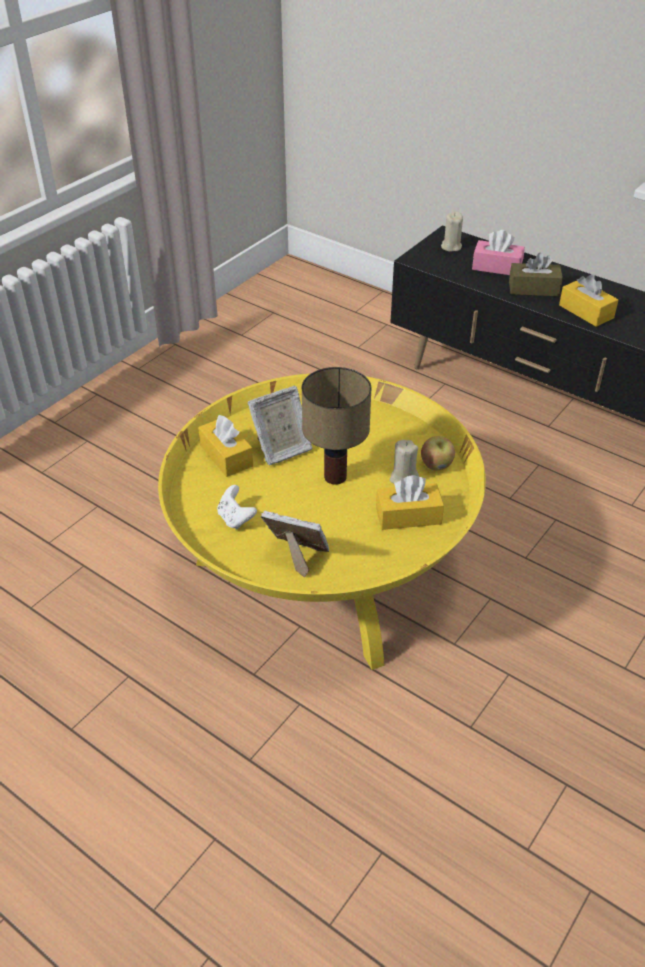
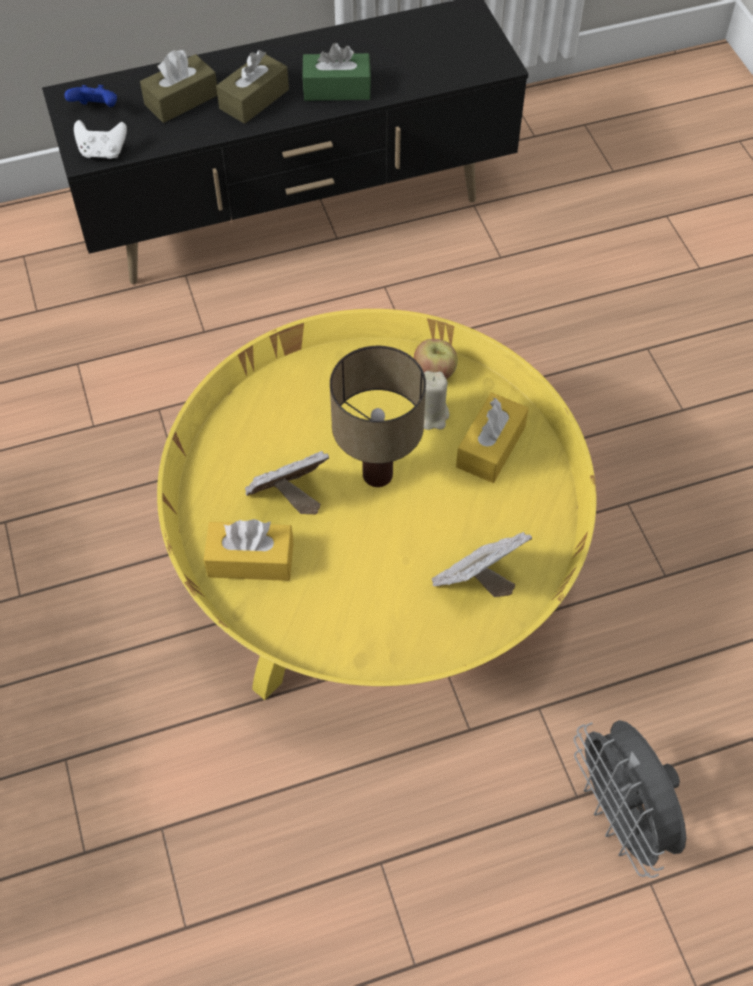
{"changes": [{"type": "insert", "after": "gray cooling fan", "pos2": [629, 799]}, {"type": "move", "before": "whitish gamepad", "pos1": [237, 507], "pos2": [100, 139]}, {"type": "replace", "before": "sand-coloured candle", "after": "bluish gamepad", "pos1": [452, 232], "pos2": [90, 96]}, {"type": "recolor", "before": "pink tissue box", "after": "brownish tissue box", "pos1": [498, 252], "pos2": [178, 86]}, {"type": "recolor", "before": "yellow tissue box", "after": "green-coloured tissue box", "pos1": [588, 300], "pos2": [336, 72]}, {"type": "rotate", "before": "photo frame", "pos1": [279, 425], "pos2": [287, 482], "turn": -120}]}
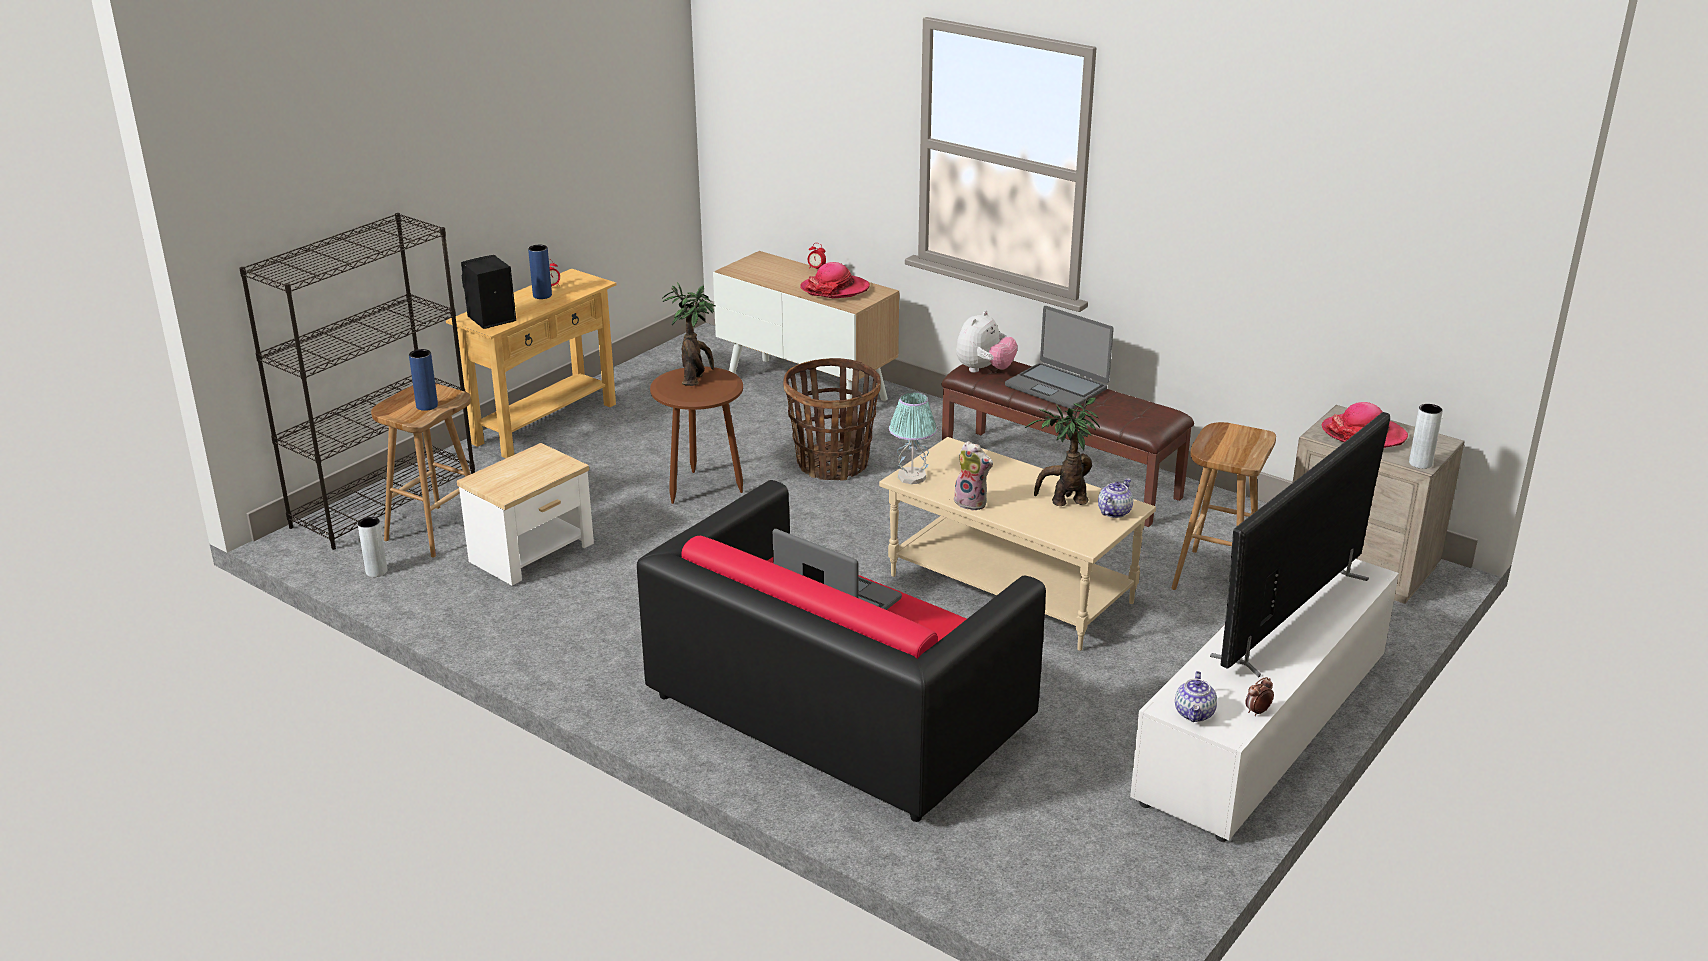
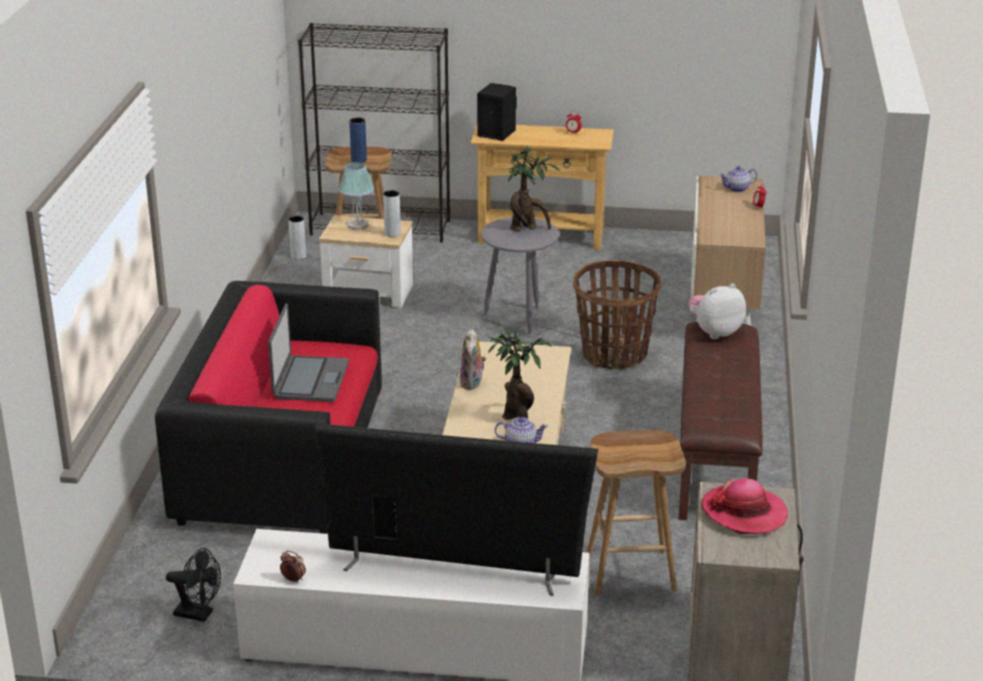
{"changes": [{"type": "delete", "before": "bluish flower vase", "pos1": [540, 272]}, {"type": "delete", "before": "wearable hat", "pos1": [835, 280]}, {"type": "delete", "before": "laptop", "pos1": [1059, 357]}, {"type": "insert", "after": "black-coloured cooling fan", "pos2": [193, 585]}, {"type": "move", "before": "tabletop lamp", "pos1": [913, 438], "pos2": [356, 196]}, {"type": "move", "before": "tea pot", "pos1": [1196, 696], "pos2": [738, 179]}, {"type": "move", "before": "gray flower vase", "pos1": [1426, 436], "pos2": [392, 213]}, {"type": "recolor", "before": "brownish end table", "after": "gray end table", "pos1": [696, 435], "pos2": [520, 276]}, {"type": "rotate", "before": "cuddly toy", "pos1": [987, 341], "pos2": [717, 311], "turn": 150}]}
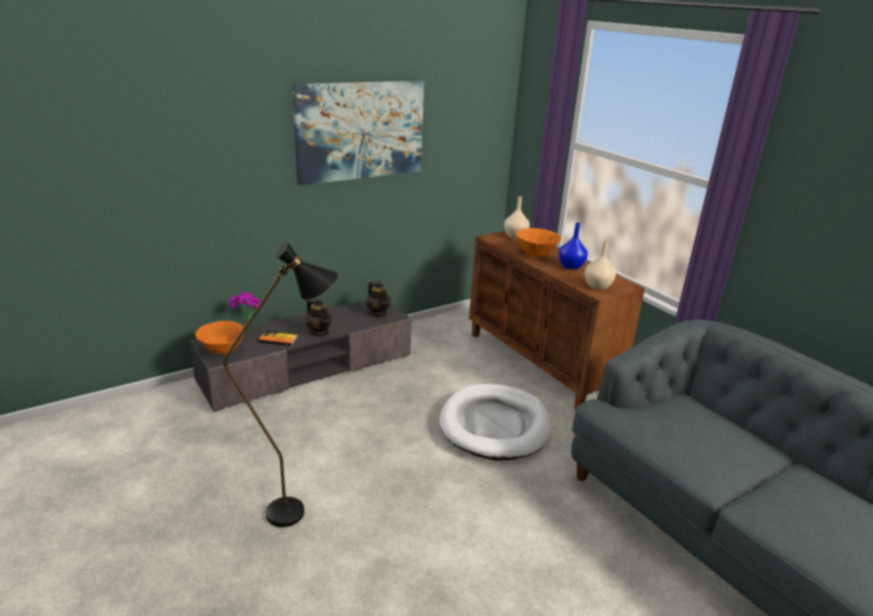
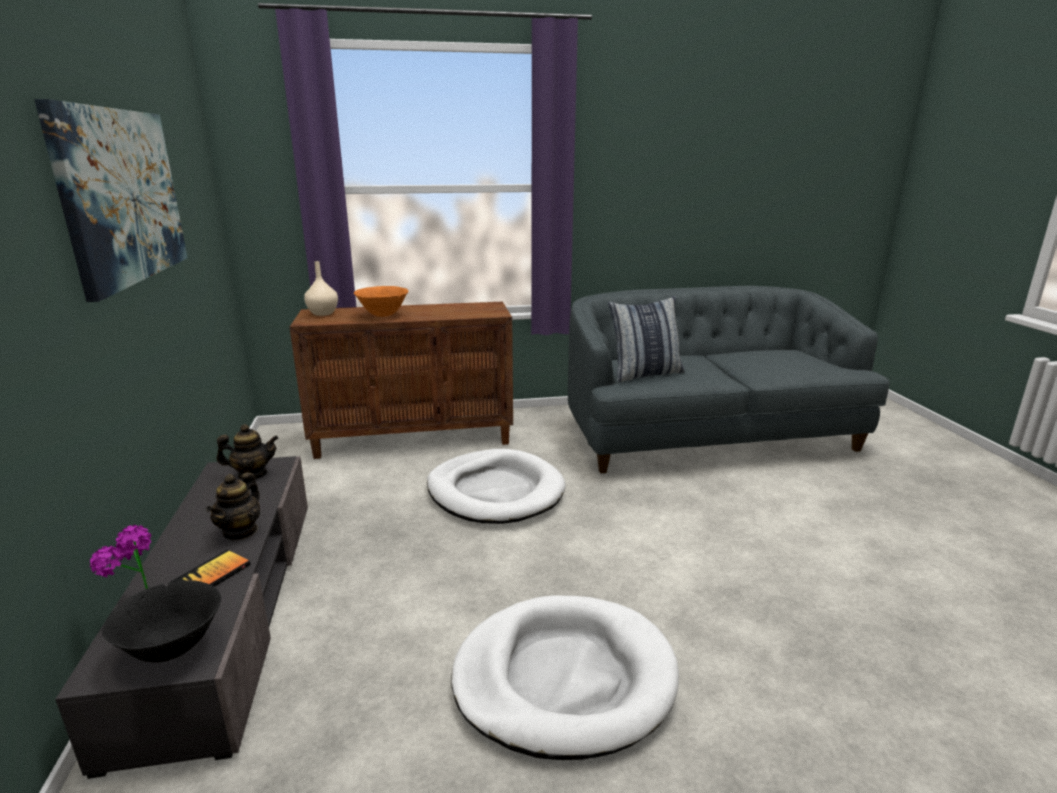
{"changes": [{"type": "delete", "before": "bluish flower vase", "pos1": [573, 246]}, {"type": "delete", "before": "sand-coloured flower vase", "pos1": [600, 265]}, {"type": "insert", "after": "throw pillow", "pos2": [646, 339]}, {"type": "replace", "before": "black-coloured standard lamp", "after": "whitish dog cushion", "pos1": [281, 384], "pos2": [565, 677]}, {"type": "recolor", "before": "orange-coloured bowl", "after": "black-coloured bowl", "pos1": [220, 338], "pos2": [161, 621]}, {"type": "rotate", "before": "tea pot", "pos1": [319, 317], "pos2": [233, 506], "turn": 120}]}
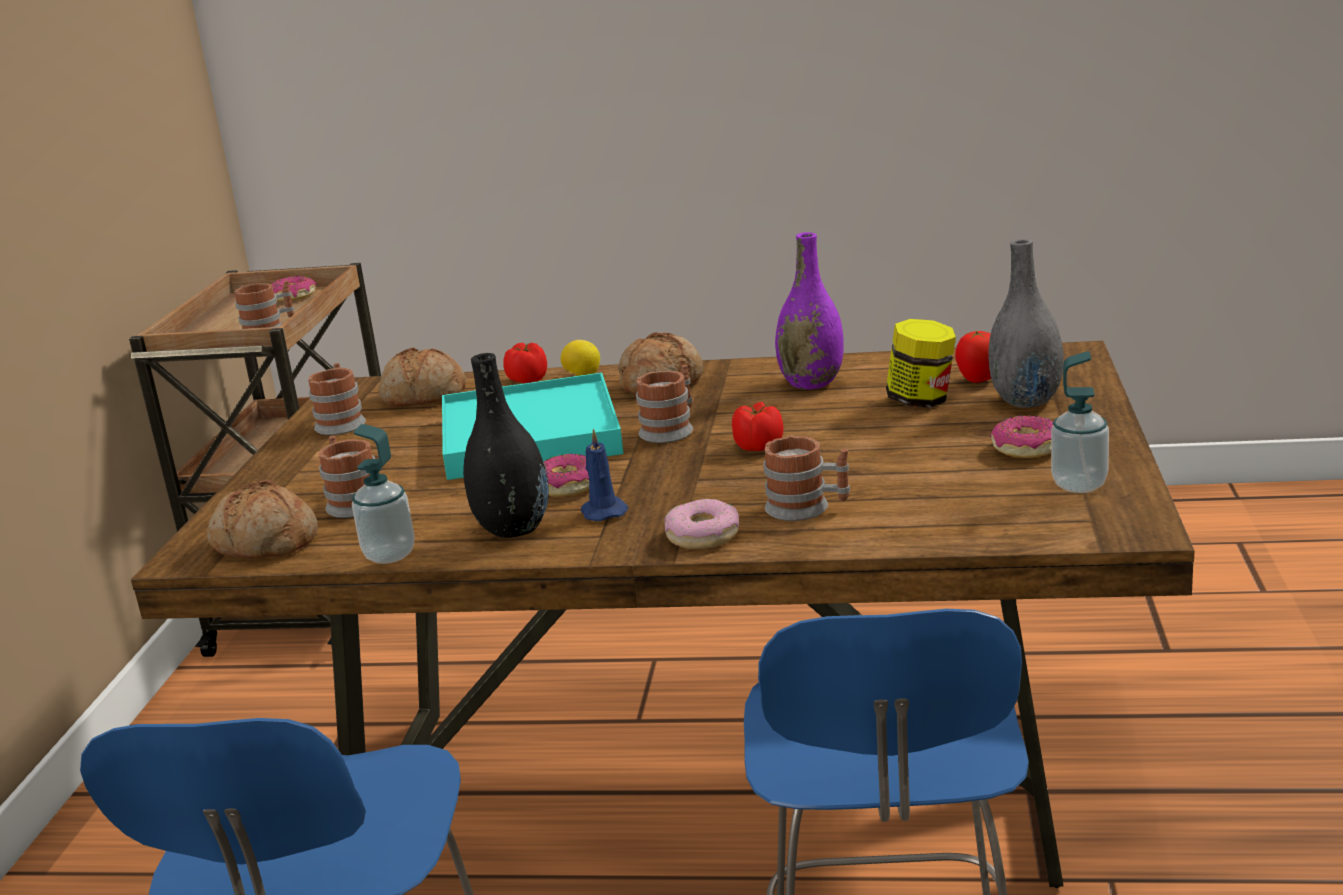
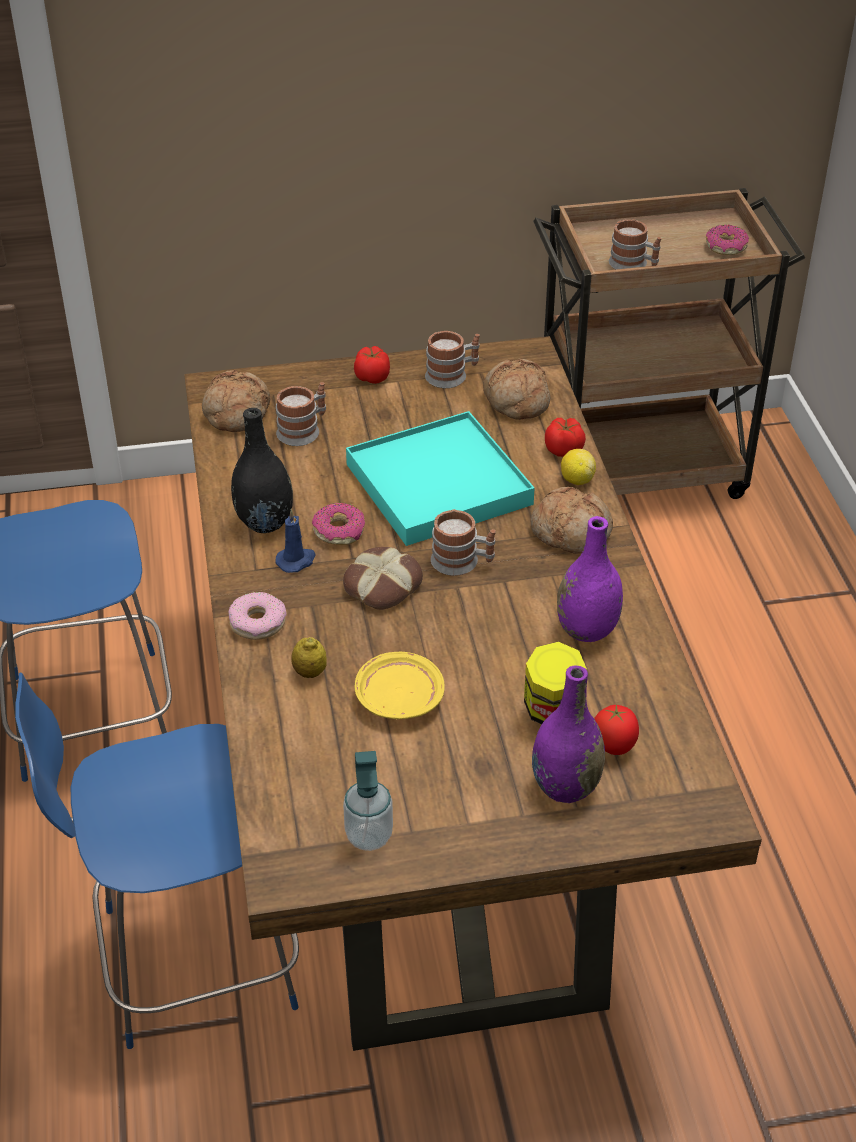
{"changes": [{"type": "delete", "before": "liquid soap bottle", "pos1": [383, 494]}, {"type": "delete", "before": "doughnut", "pos1": [1021, 437]}, {"type": "insert", "after": "baked bread", "pos2": [383, 578]}, {"type": "insert", "after": "yellow plate", "pos2": [400, 685]}, {"type": "move", "before": "tomato", "pos1": [758, 426], "pos2": [372, 365]}, {"type": "replace", "before": "coffee mug", "after": "citrus fruit", "pos1": [806, 478], "pos2": [309, 657]}, {"type": "recolor", "before": "gray flower vase", "after": "purple-coloured flower vase", "pos1": [1026, 323], "pos2": [568, 734]}]}
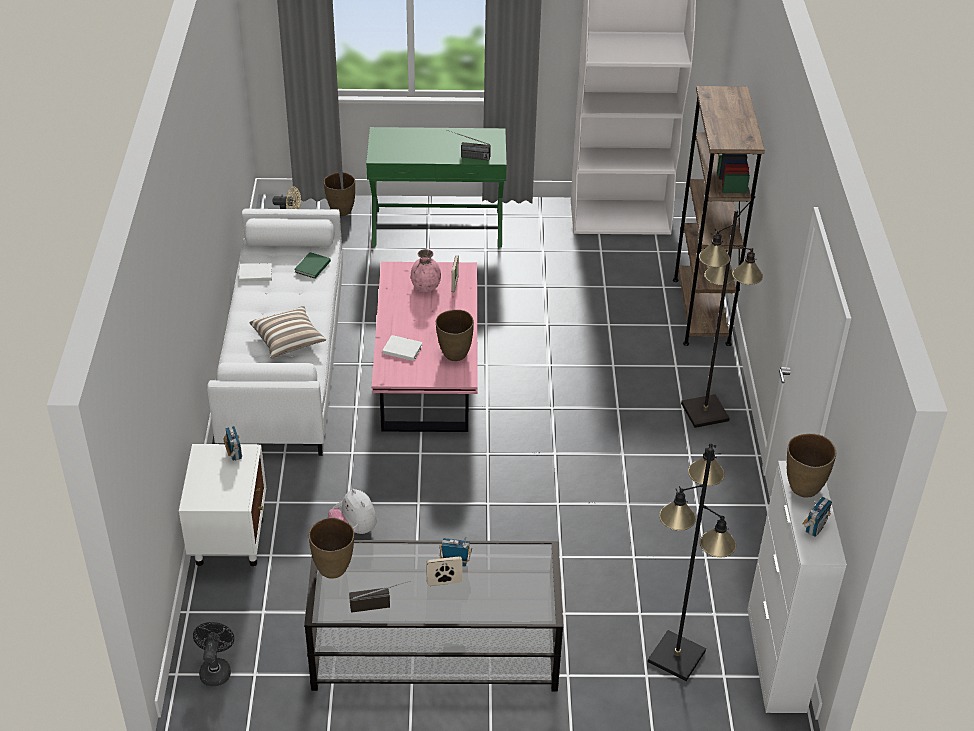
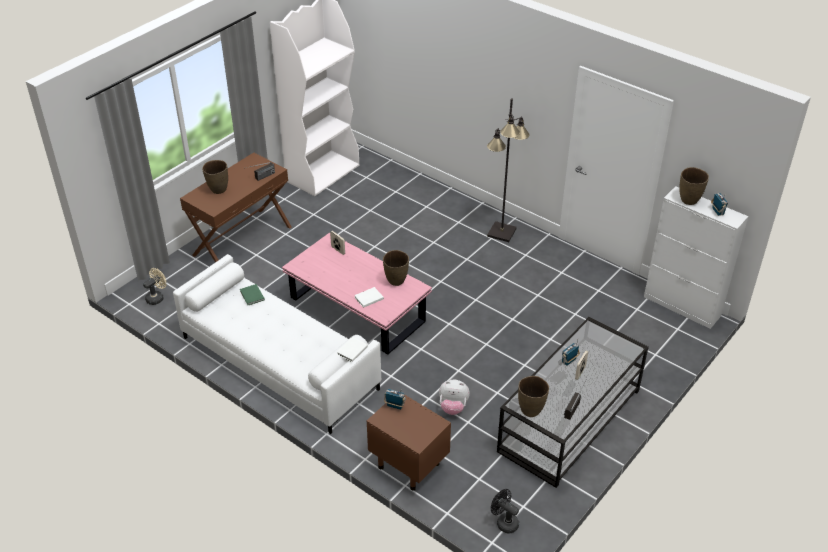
{"changes": [{"type": "delete", "before": "throw pillow", "pos1": [288, 332]}, {"type": "delete", "before": "pink flower vase", "pos1": [426, 270]}, {"type": "delete", "before": "black-coloured standard lamp", "pos1": [692, 562]}, {"type": "delete", "before": "brownish bookshelf", "pos1": [719, 216]}, {"type": "move", "before": "whitish bound book", "pos1": [255, 272], "pos2": [352, 349]}, {"type": "move", "before": "brownish flower vase", "pos1": [339, 194], "pos2": [215, 177]}, {"type": "recolor", "before": "whitish nightstand", "after": "brownish nightstand", "pos1": [222, 505], "pos2": [408, 440]}, {"type": "recolor", "before": "green-coloured hall table", "after": "brownish hall table", "pos1": [436, 187], "pos2": [236, 207]}]}
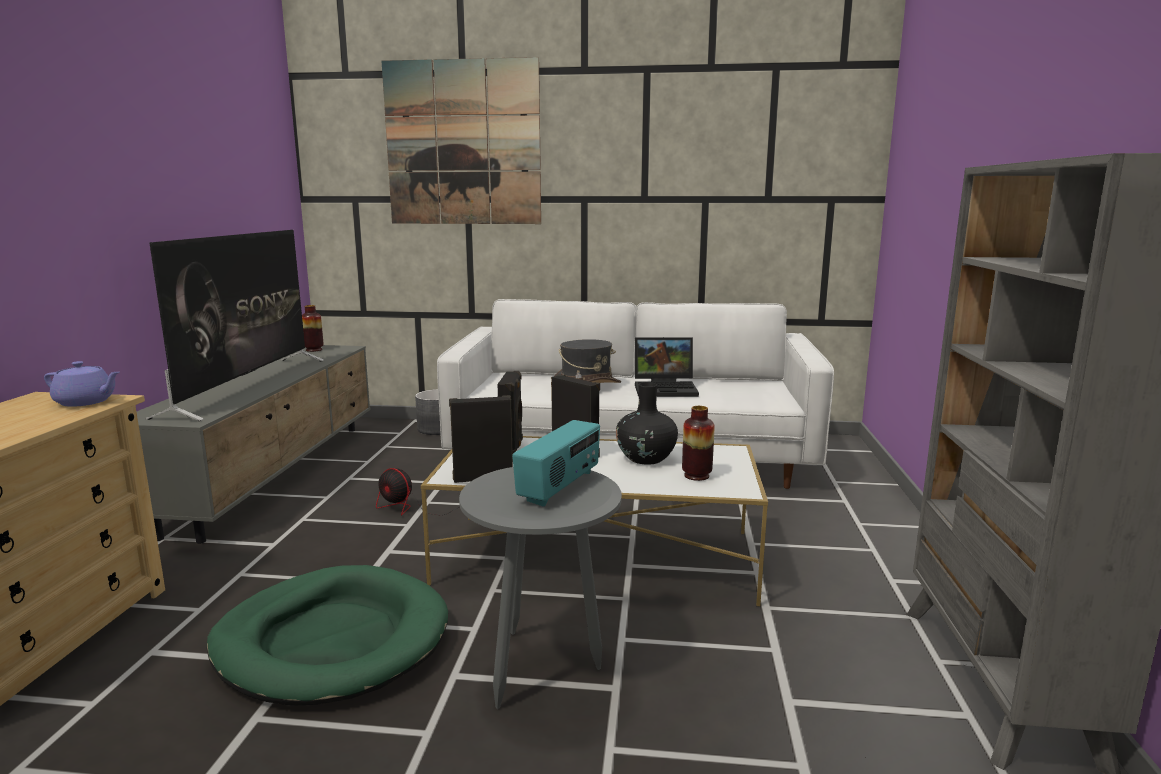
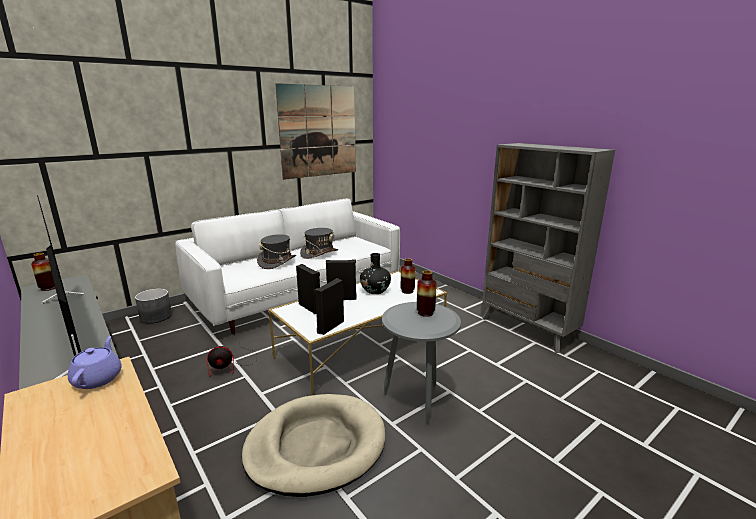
{"changes": [{"type": "move", "before": "picture", "pos1": [461, 140], "pos2": [315, 131]}, {"type": "replace", "before": "radio", "after": "flower vase", "pos1": [556, 463], "pos2": [427, 293]}, {"type": "replace", "before": "laptop", "after": "gray wearable hat", "pos1": [667, 367], "pos2": [319, 243]}, {"type": "recolor", "before": "green-coloured dog cushion", "after": "sand-coloured dog cushion", "pos1": [327, 635], "pos2": [314, 445]}, {"type": "rotate", "before": "purple-coloured tea pot", "pos1": [82, 384], "pos2": [95, 362], "turn": -60}]}
